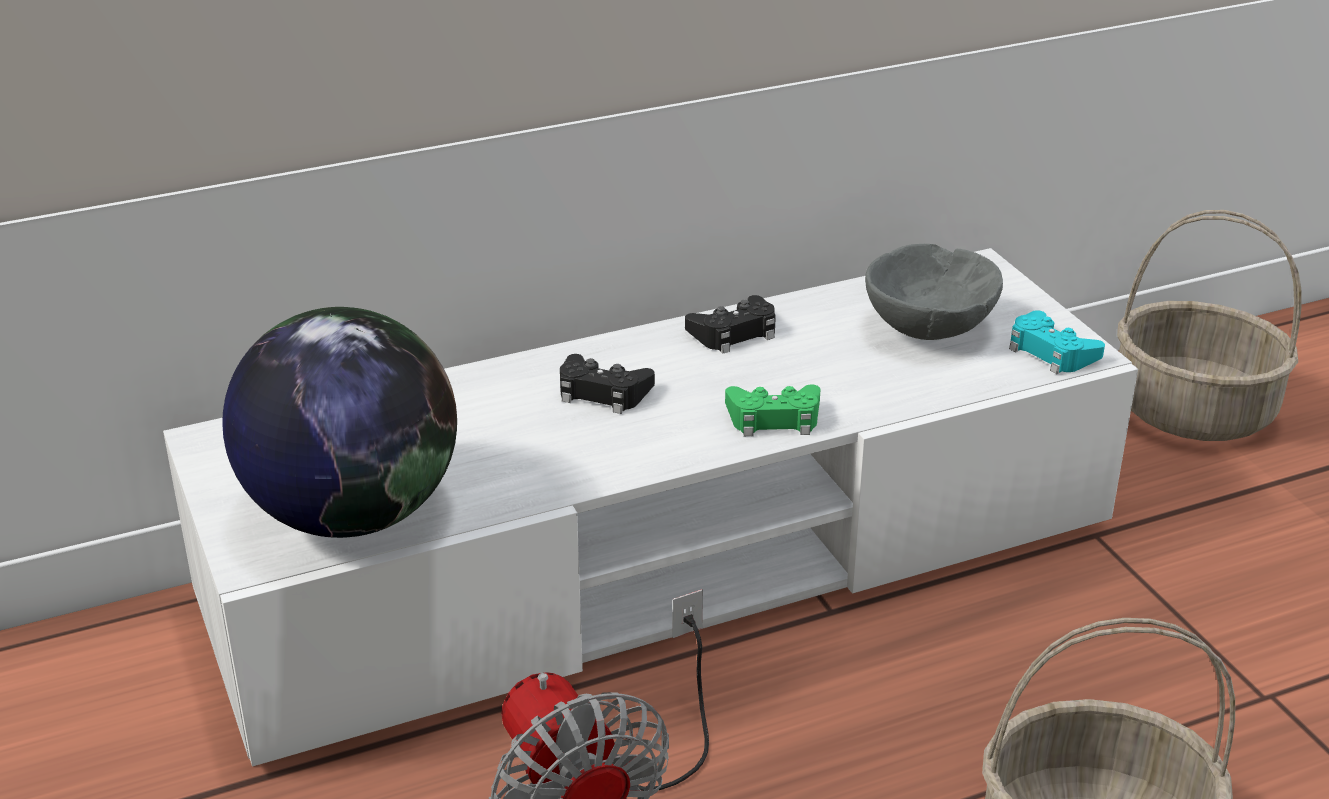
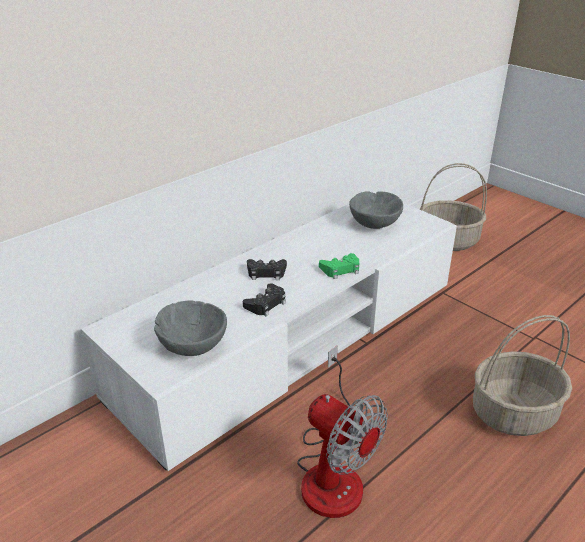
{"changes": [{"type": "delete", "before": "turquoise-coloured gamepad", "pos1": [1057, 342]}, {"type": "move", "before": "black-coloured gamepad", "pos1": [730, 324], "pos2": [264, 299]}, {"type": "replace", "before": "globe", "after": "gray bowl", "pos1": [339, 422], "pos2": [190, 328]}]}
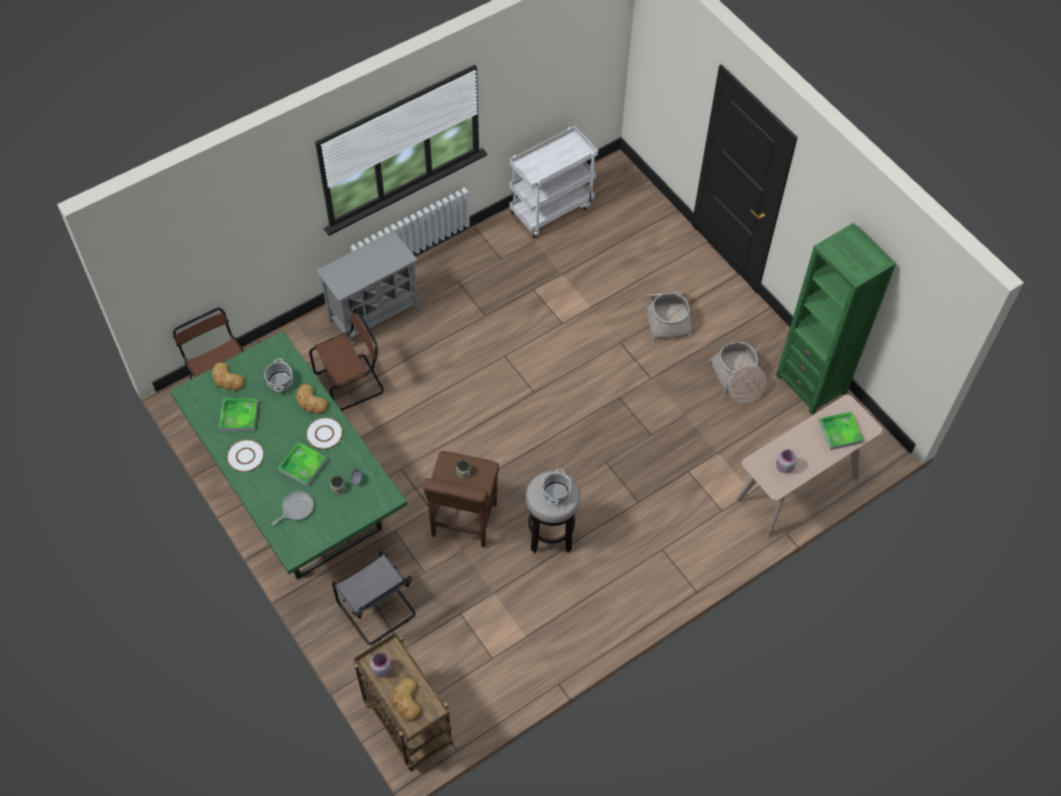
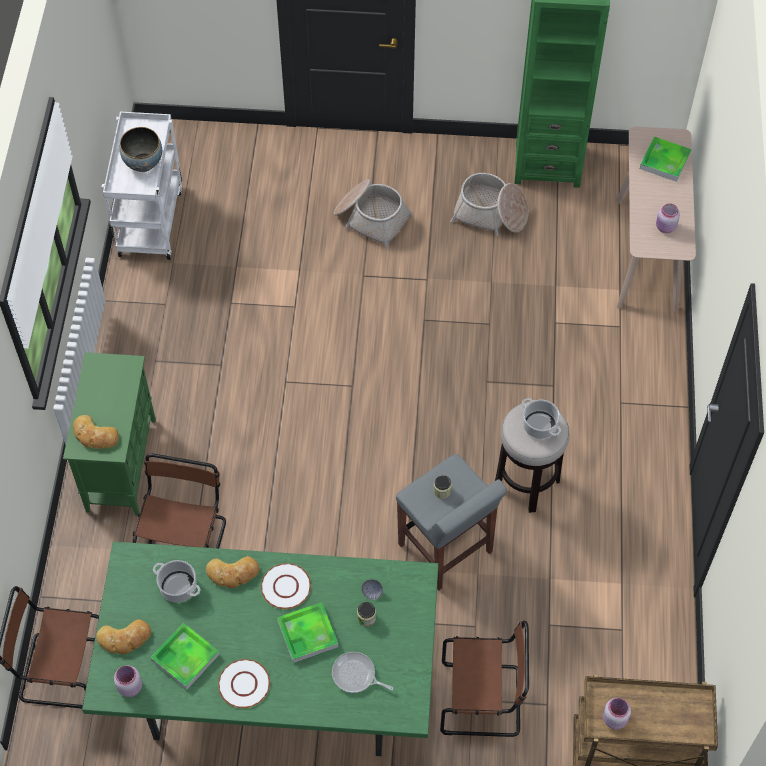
{"changes": [{"type": "insert", "after": "pink jar", "pos2": [128, 681]}, {"type": "insert", "after": "bowl", "pos2": [141, 149]}, {"type": "move", "before": "baked bread", "pos1": [406, 699], "pos2": [96, 432]}, {"type": "recolor", "before": "gray storage cabinet", "after": "green-coloured storage cabinet", "pos1": [367, 287], "pos2": [109, 434]}, {"type": "recolor", "before": "gray plain chair", "after": "brownish plain chair", "pos1": [374, 598], "pos2": [484, 679]}, {"type": "recolor", "before": "brownish stool", "after": "gray stool", "pos1": [461, 499], "pos2": [451, 522]}, {"type": "rotate", "before": "skillet", "pos1": [293, 508], "pos2": [362, 672], "turn": -60}]}
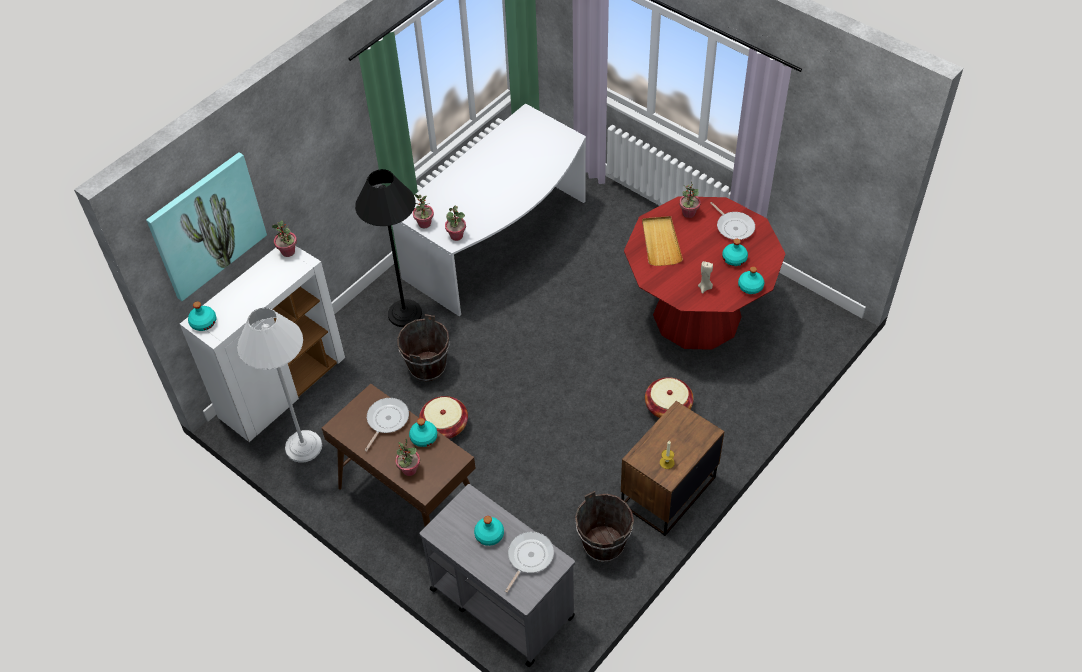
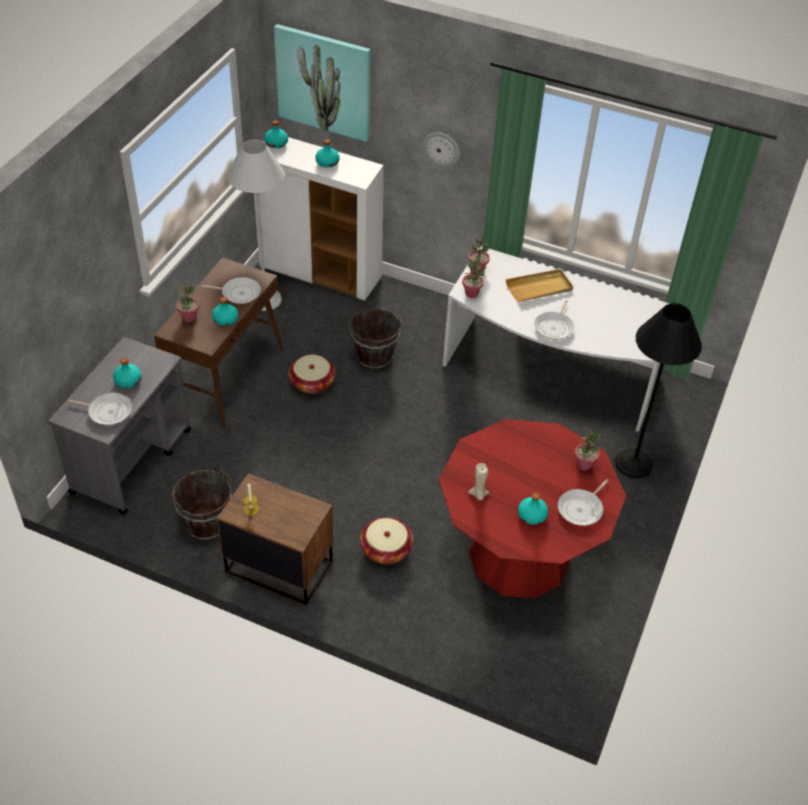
{"changes": [{"type": "delete", "before": "potted plant", "pos1": [284, 239]}, {"type": "insert", "after": "clock on the wall", "pos2": [441, 149]}, {"type": "insert", "after": "skillet", "pos2": [554, 320]}, {"type": "move", "before": "black-coloured standard lamp", "pos1": [388, 248], "pos2": [658, 390]}, {"type": "move", "before": "sand-coloured carrying tray", "pos1": [662, 241], "pos2": [539, 285]}, {"type": "move", "before": "turquoise-coloured bottle", "pos1": [751, 280], "pos2": [327, 153]}]}
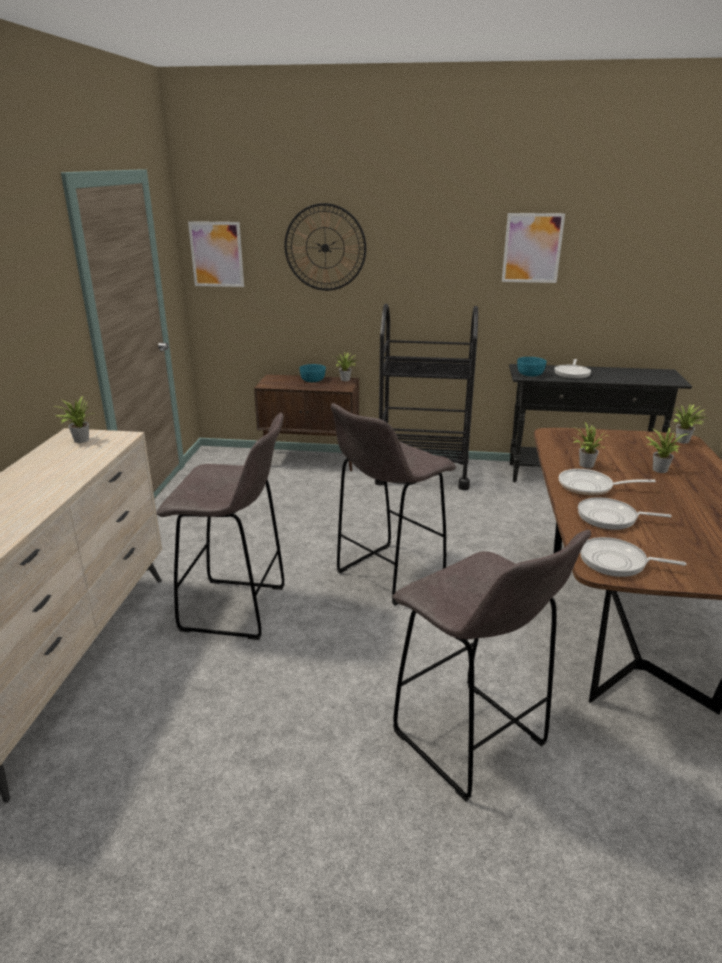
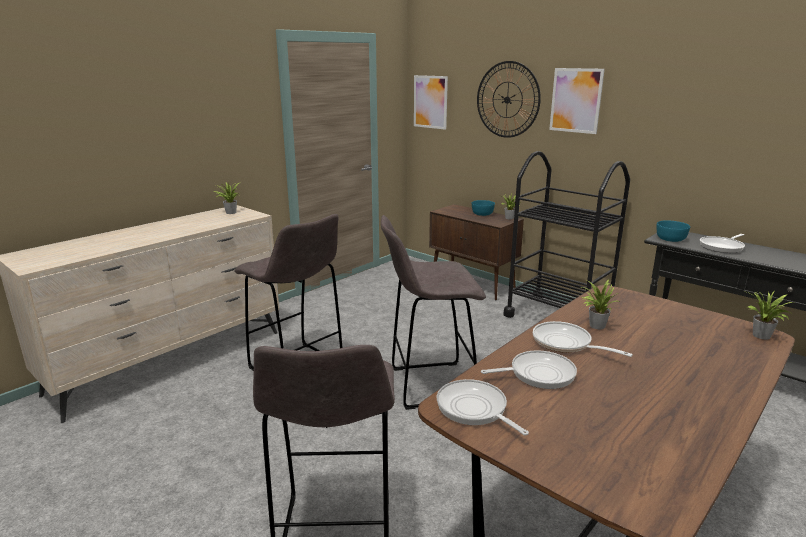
{"changes": [{"type": "delete", "before": "potted plant", "pos1": [666, 450]}, {"type": "move", "before": "picture", "pos1": [533, 248], "pos2": [577, 101]}, {"type": "rotate", "before": "skillet", "pos1": [625, 513], "pos2": [529, 369], "turn": 120}]}
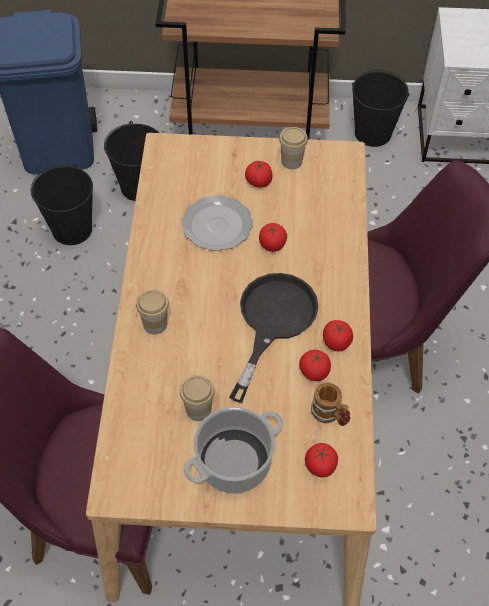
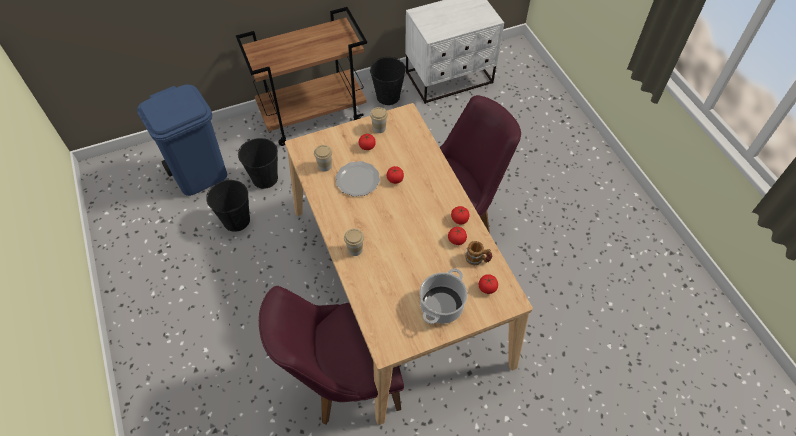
{"changes": [{"type": "delete", "before": "black-coloured skillet", "pos1": [273, 338]}, {"type": "move", "before": "small cup", "pos1": [197, 398], "pos2": [323, 158]}]}
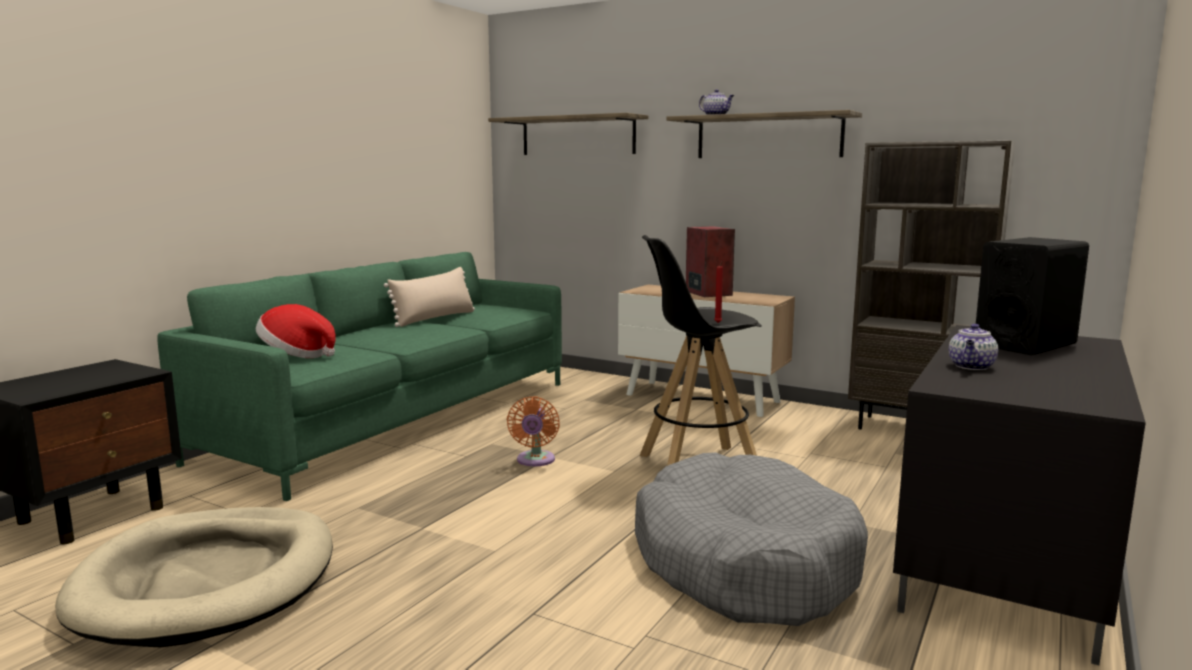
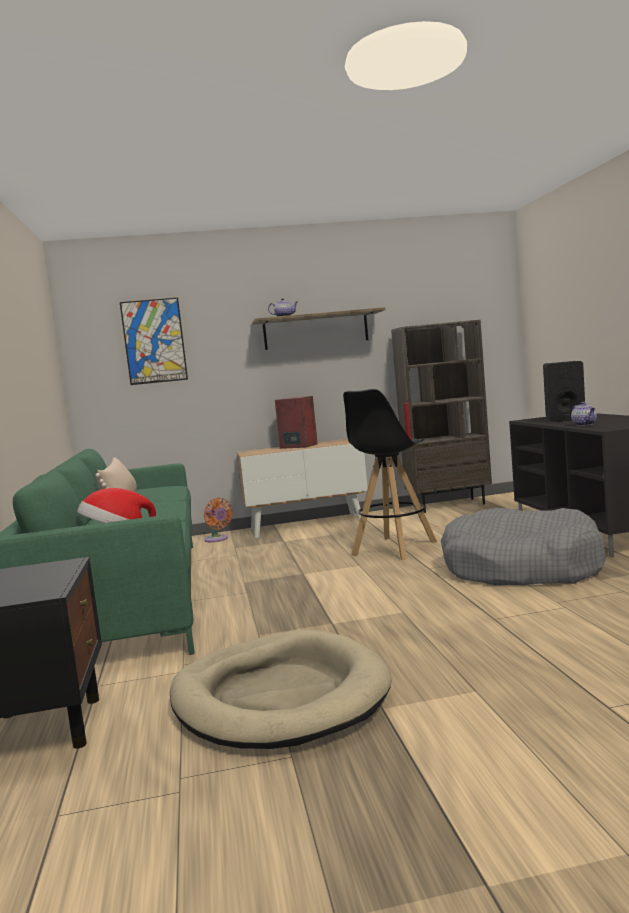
{"changes": [{"type": "move", "before": "orange-coloured cooling fan", "pos1": [533, 431], "pos2": [218, 519]}, {"type": "replace", "before": "wall shelf", "after": "picture", "pos1": [568, 134], "pos2": [154, 341]}]}
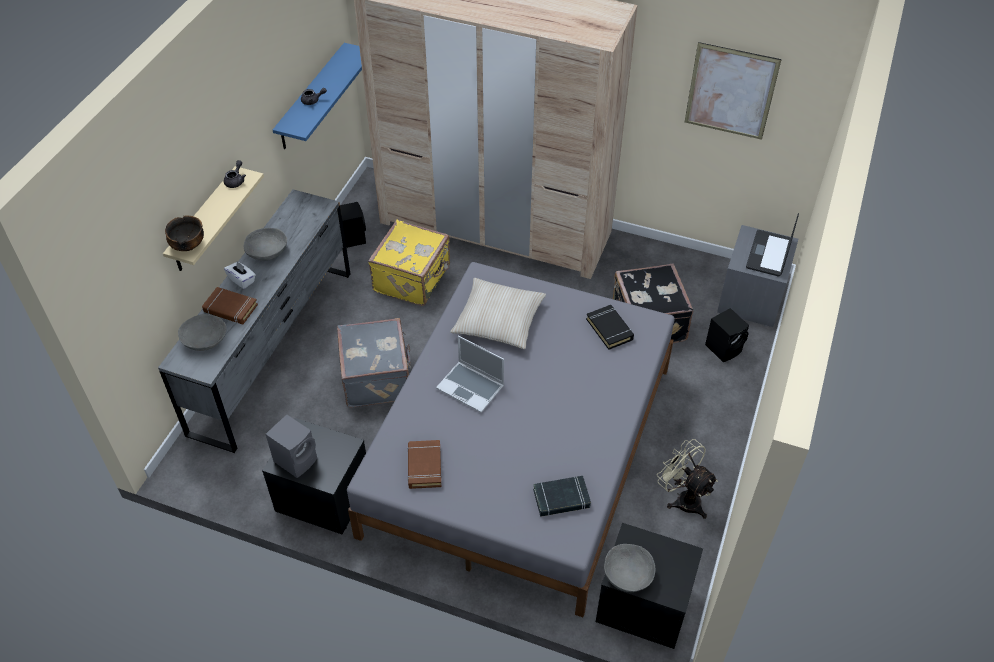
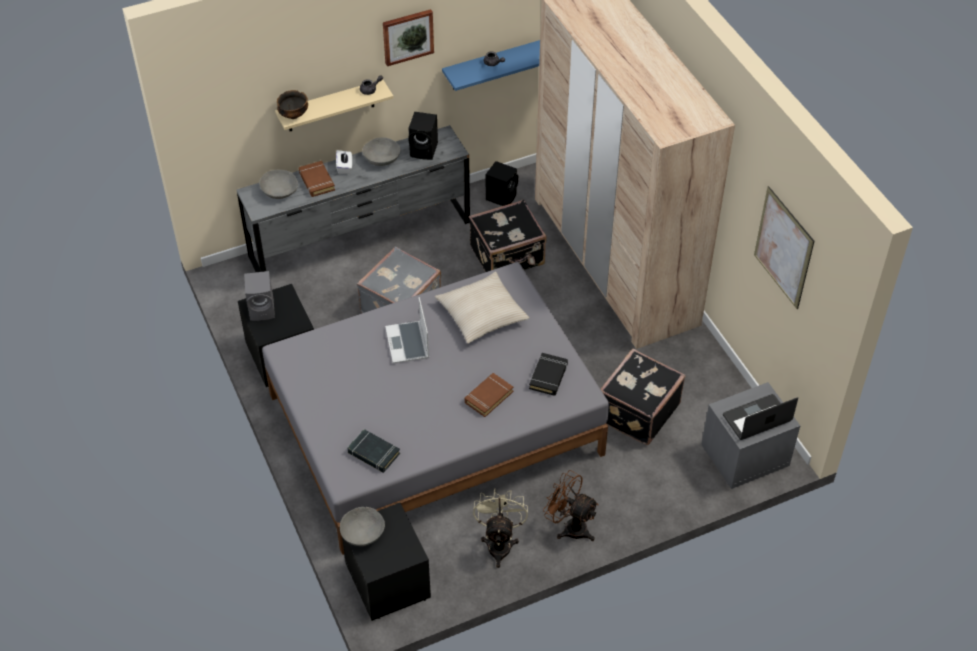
{"changes": [{"type": "insert", "after": "picture", "pos2": [408, 37]}, {"type": "insert", "after": "brownish cooling fan", "pos2": [571, 505]}, {"type": "move", "before": "brownish bound book", "pos1": [424, 464], "pos2": [489, 395]}, {"type": "move", "before": "black-coloured audio speaker", "pos1": [727, 335], "pos2": [423, 136]}, {"type": "recolor", "before": "yellow piece of luggage", "after": "black-coloured piece of luggage", "pos1": [409, 263], "pos2": [508, 235]}]}
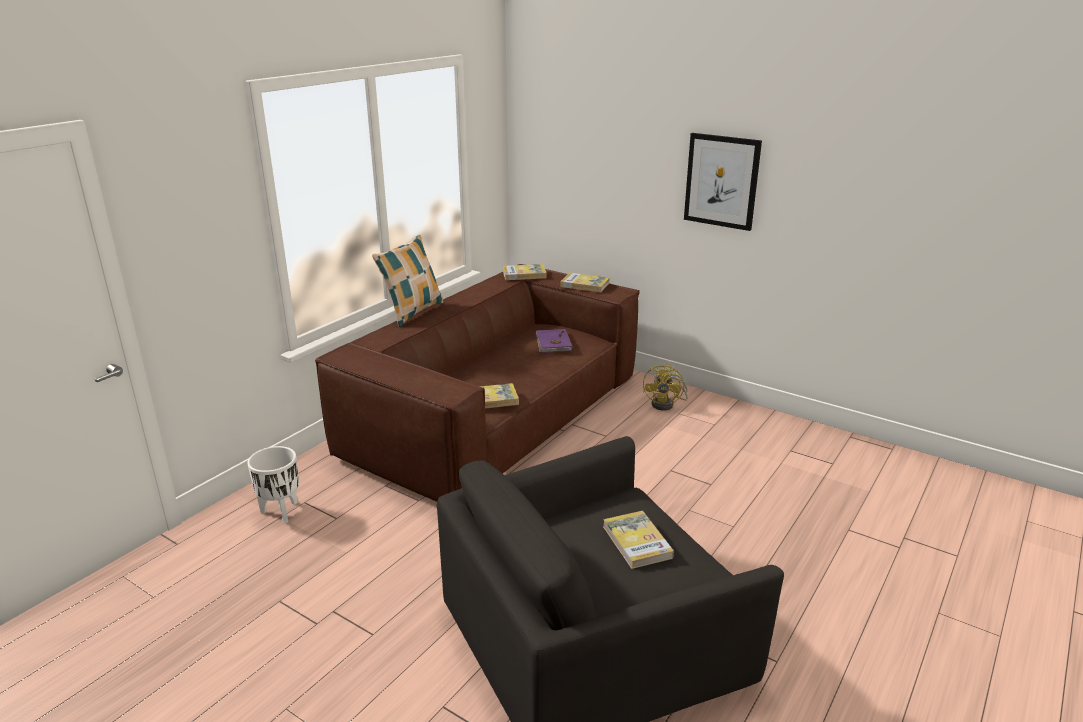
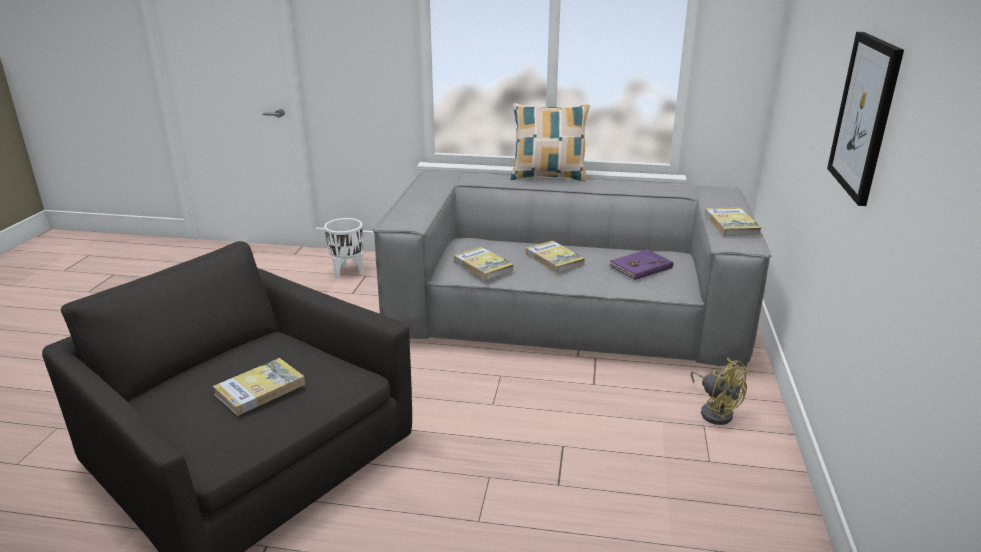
{"changes": [{"type": "move", "before": "bound book", "pos1": [525, 272], "pos2": [555, 257]}, {"type": "recolor", "before": "brownish couch", "after": "gray couch", "pos1": [477, 383], "pos2": [572, 269]}, {"type": "rotate", "before": "yellow cooling fan", "pos1": [665, 387], "pos2": [720, 391], "turn": -120}]}
